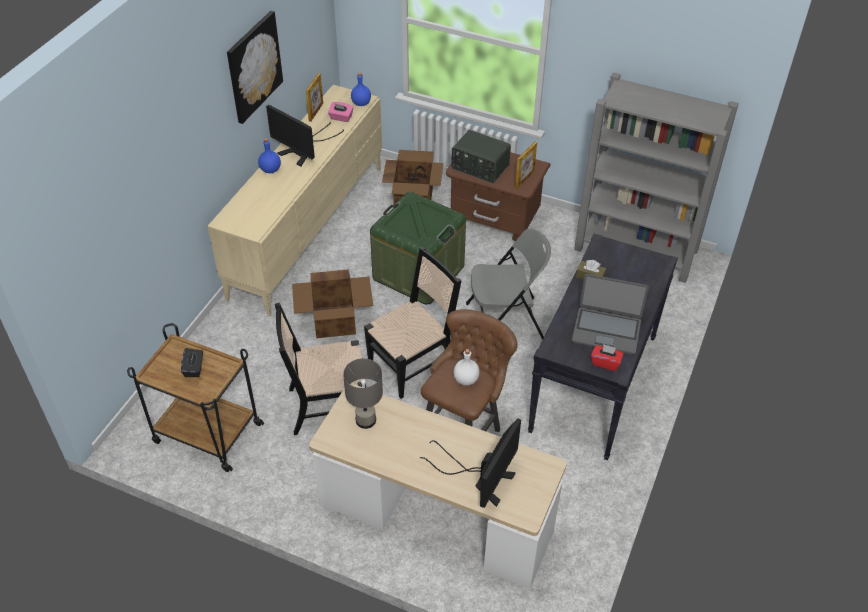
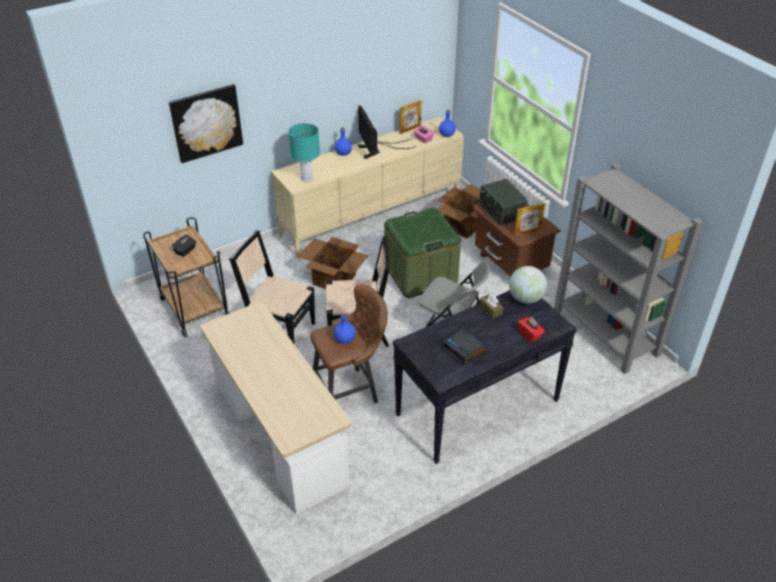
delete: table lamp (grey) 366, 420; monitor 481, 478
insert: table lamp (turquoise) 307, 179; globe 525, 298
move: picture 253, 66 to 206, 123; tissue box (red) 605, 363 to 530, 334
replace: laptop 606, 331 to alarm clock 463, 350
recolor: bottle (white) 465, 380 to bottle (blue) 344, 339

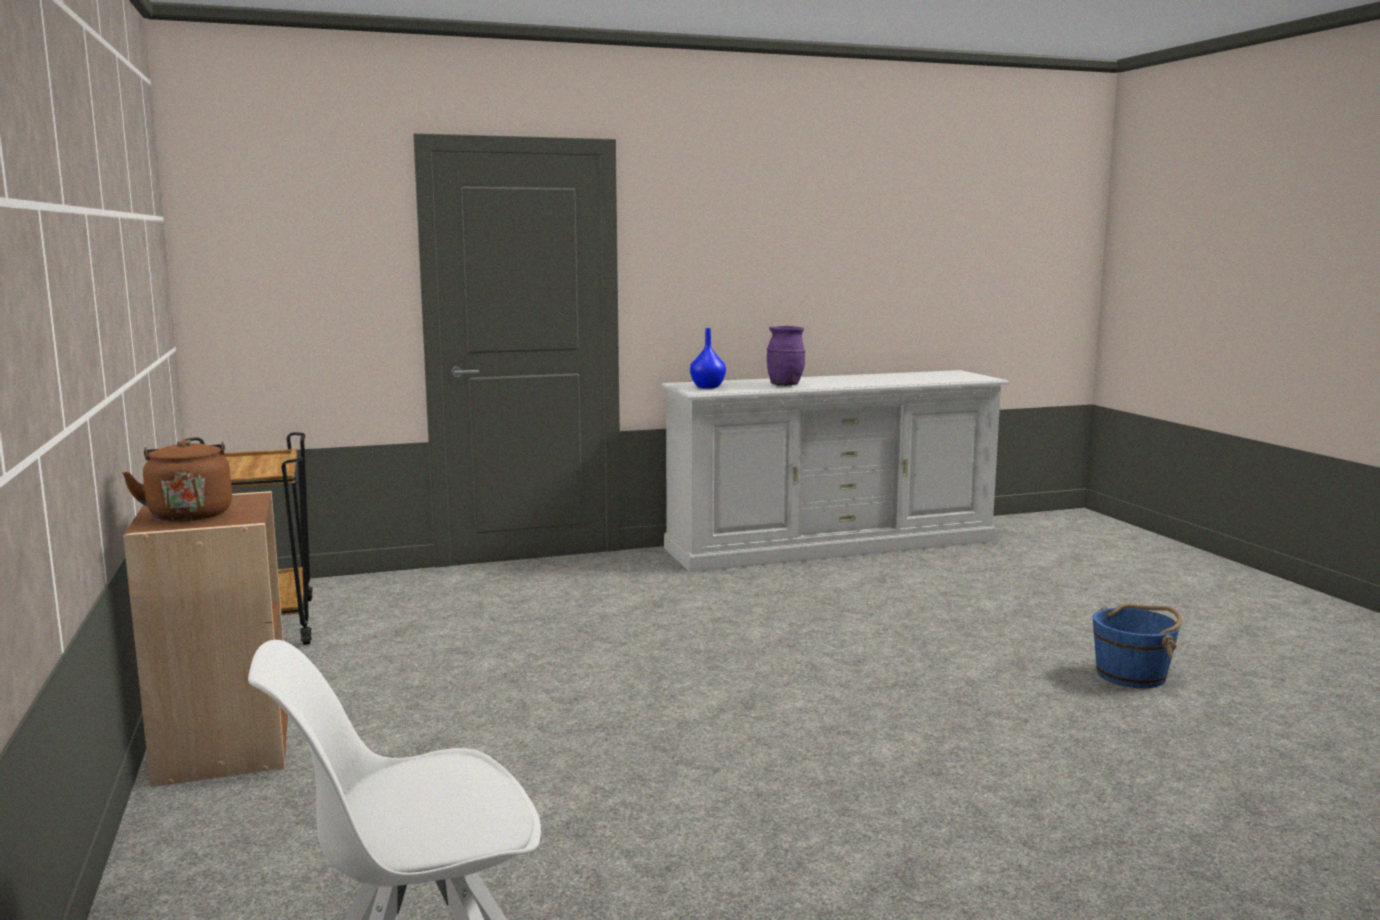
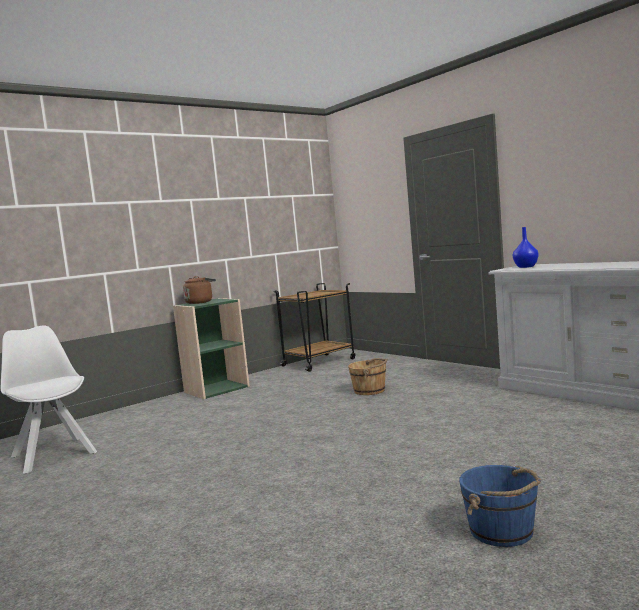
delete: vase (purple) 785, 385
insert: bucket (brown) 370, 390
recolor: bookcase (brown) 222, 744 to bookcase (green) 217, 389

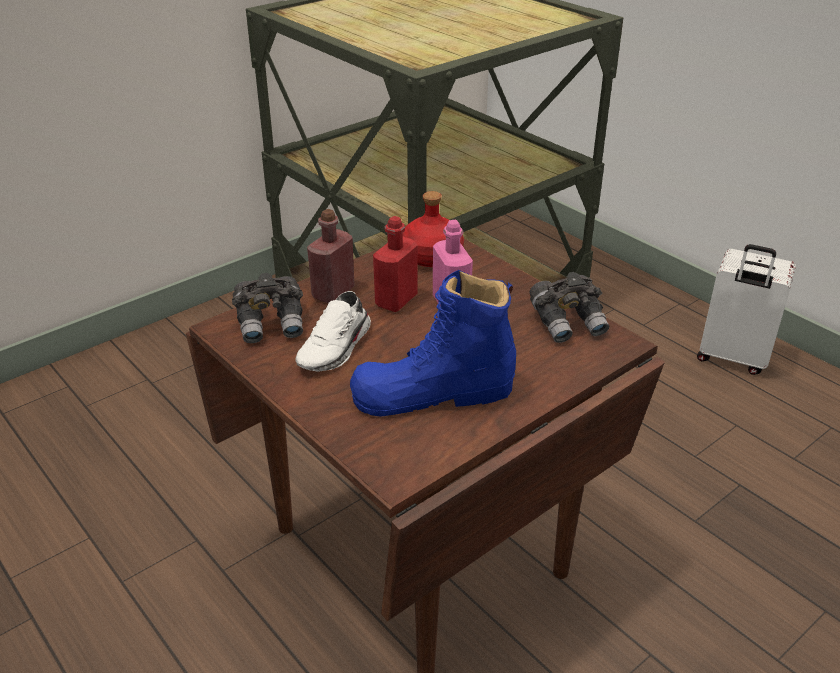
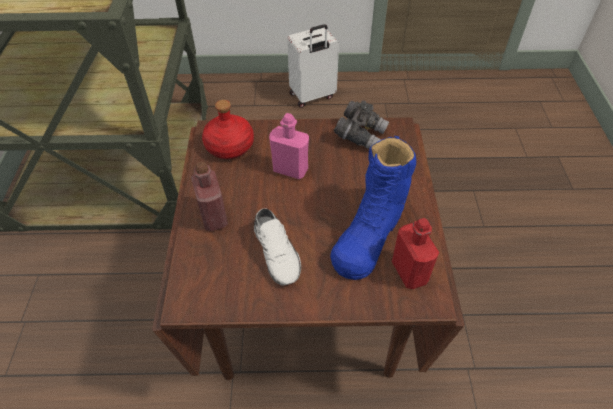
delete: binoculars (grey) 271, 324
move: bottle (red) 396, 300 to 409, 272

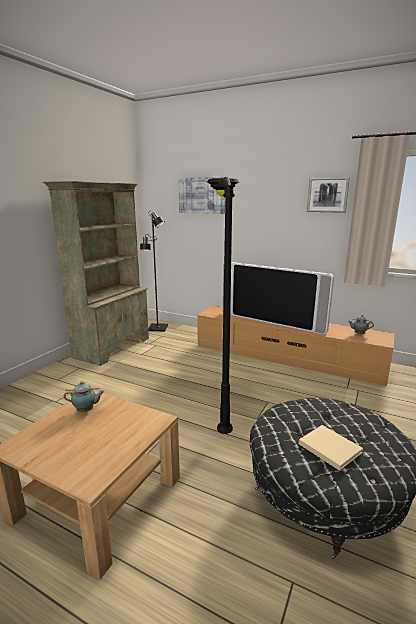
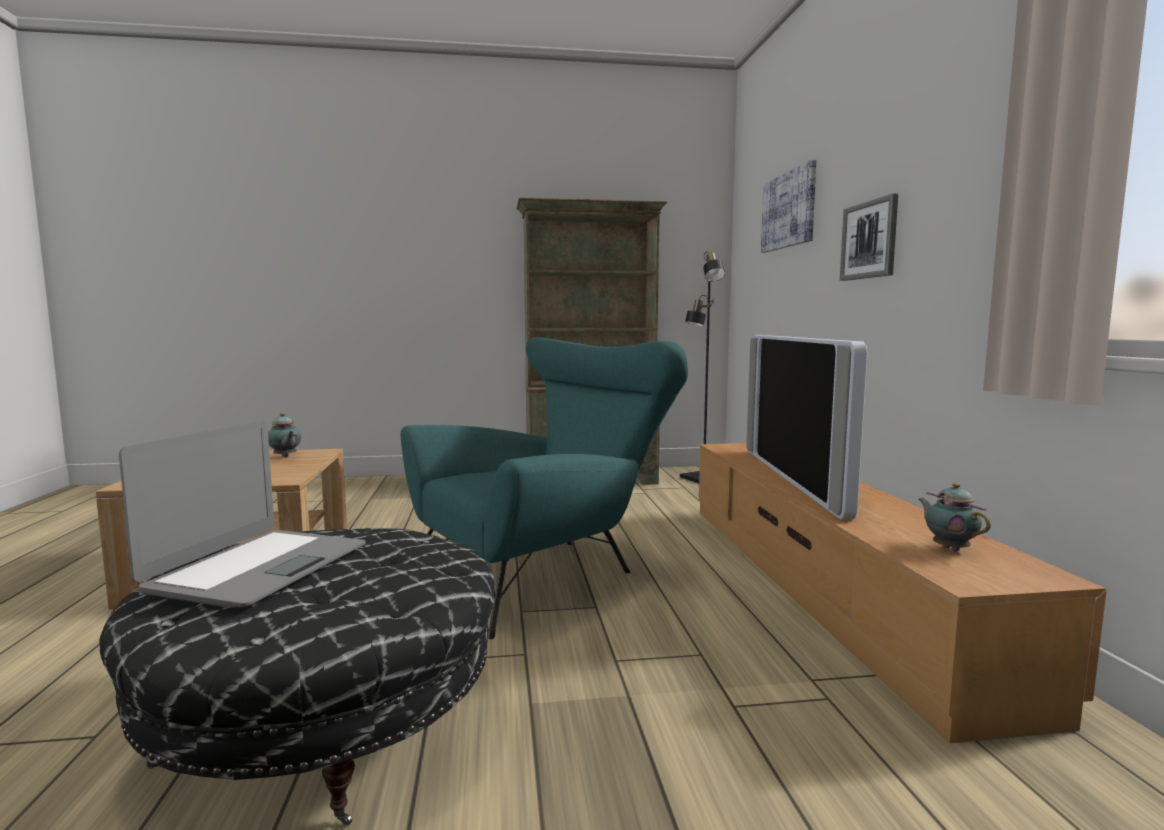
move: picture 327, 195 to 869, 240
replace: book (beige) 328, 447 to laptop 258, 568; floor lamp (black) 221, 401 to armchair (turquoise) 540, 573

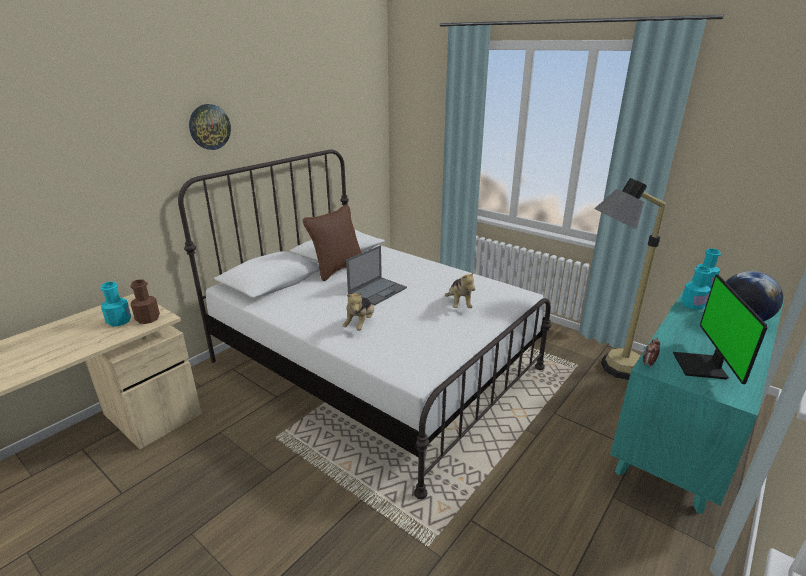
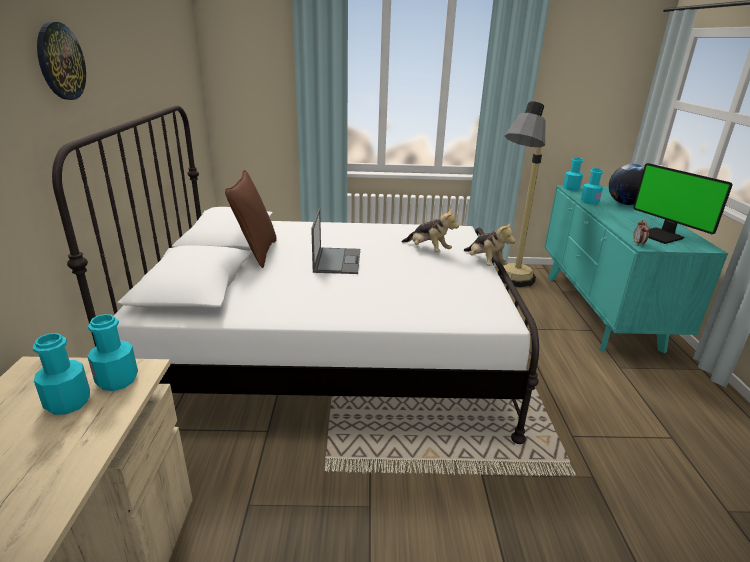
move: plush toy 360, 324 to 485, 263
recolor: bottle (brown) 148, 319 to bottle (turquoise) 117, 380

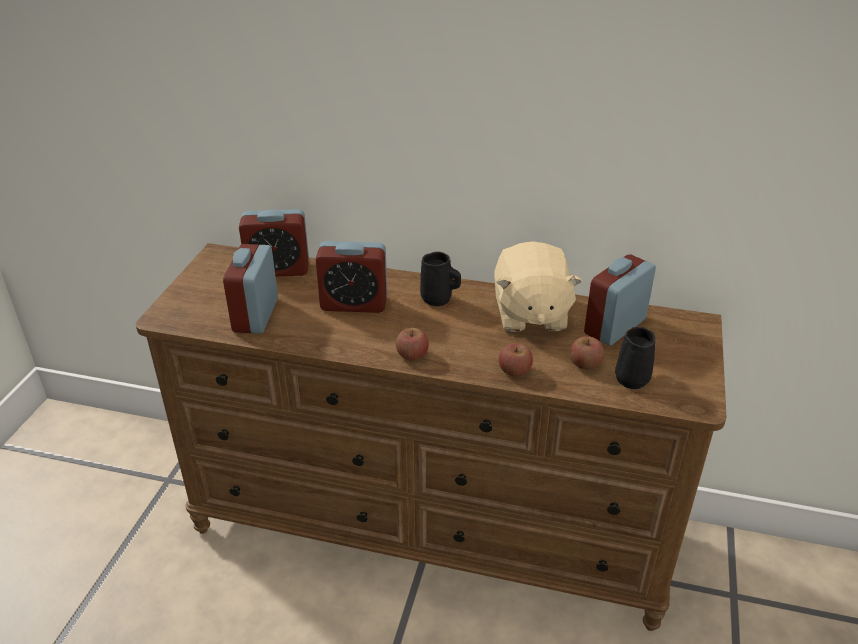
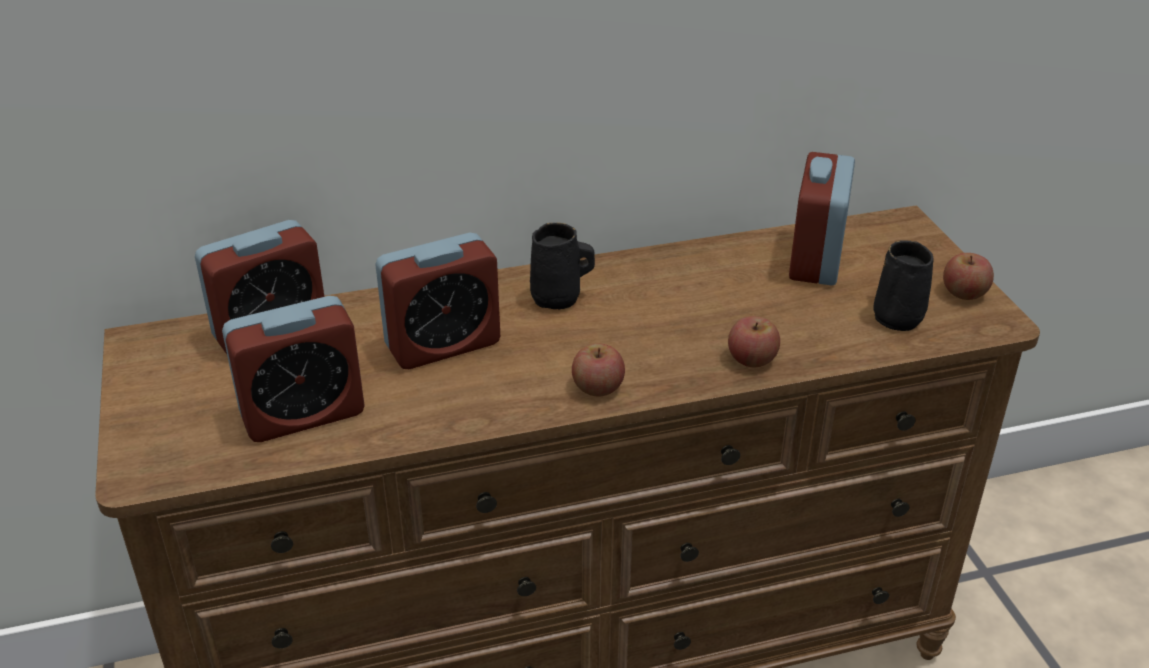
delete: plush toy (beige) 530, 314
move: apple 585, 364 to 964, 293
rotate: alarm clock 256, 315 = 303, 414 90 degrees counterclockwise

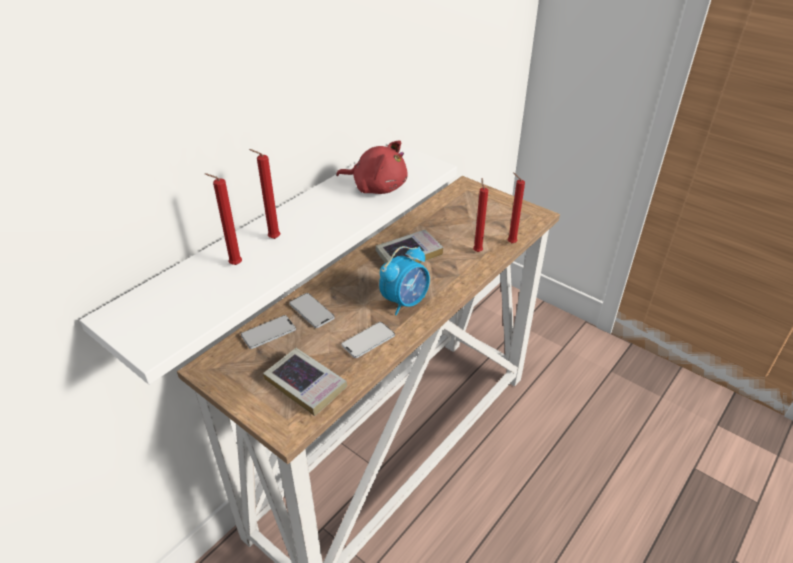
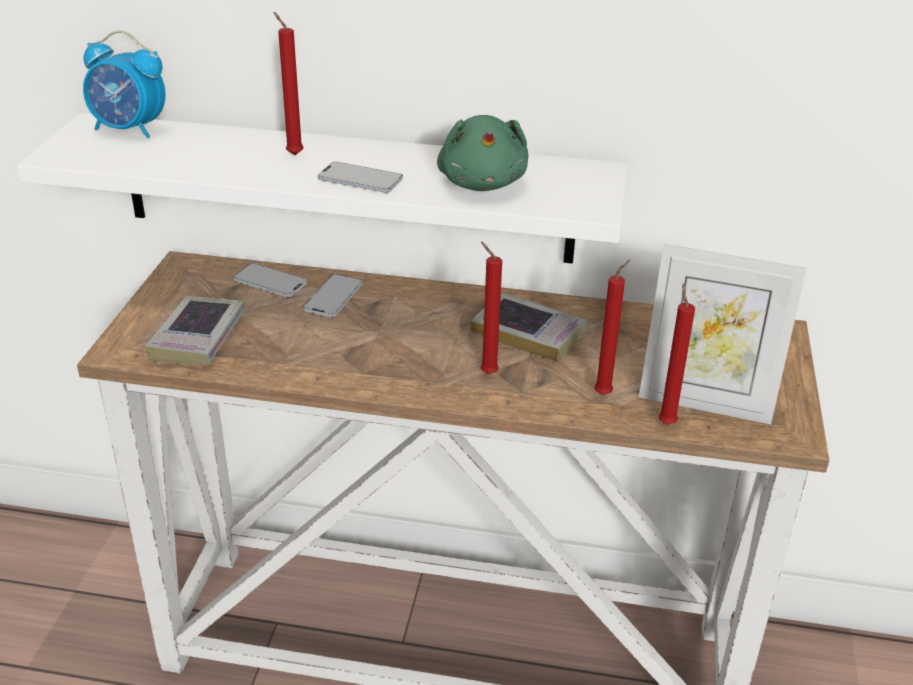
insert: picture frame 705, 402
move: alarm clock 405, 302 to 130, 130; phone 368, 340 to 360, 179; candle (red) 233, 265 to 486, 372
recolor: plush toy (red) 377, 187 to plush toy (green) 482, 182

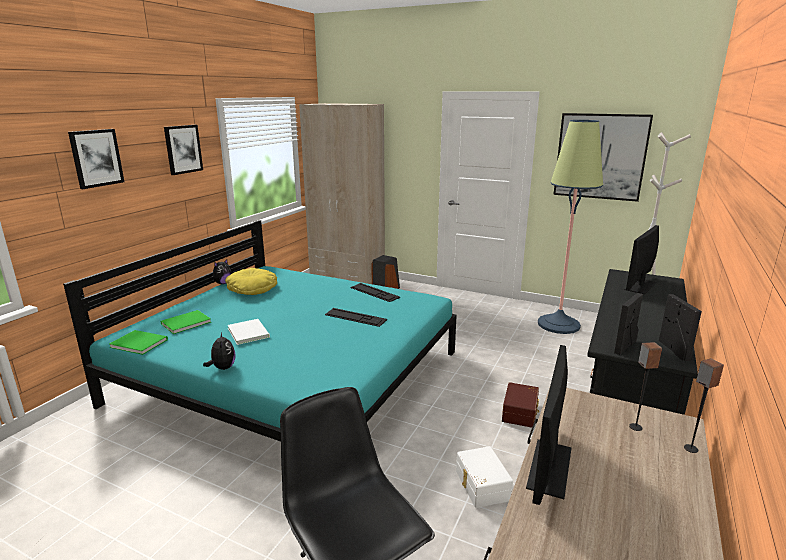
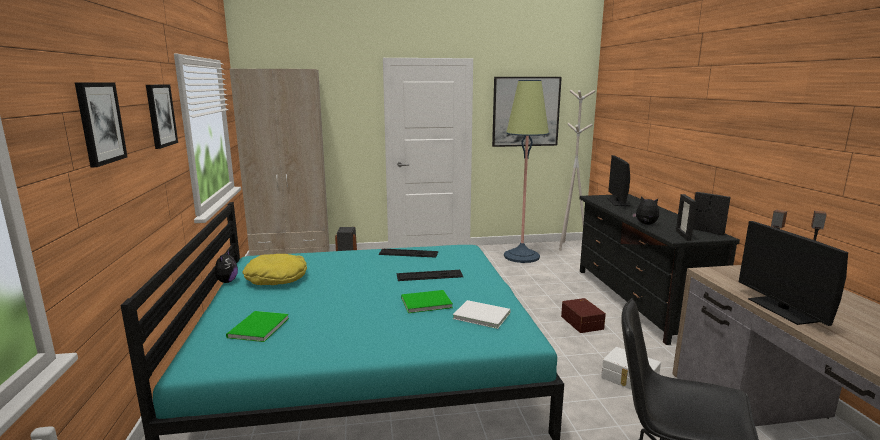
move: book (green) 139, 342 to 424, 302; book (white) 249, 332 to 480, 315; plush toy 222, 368 to 645, 224

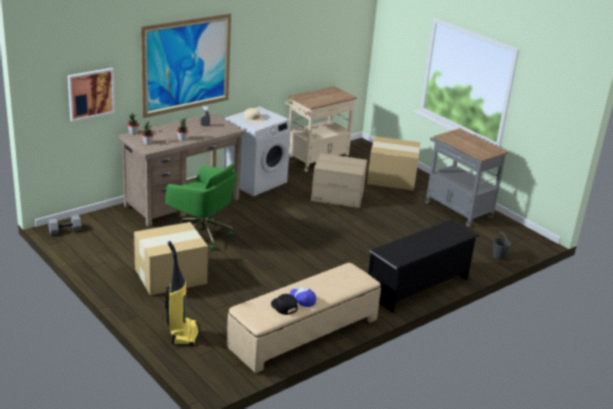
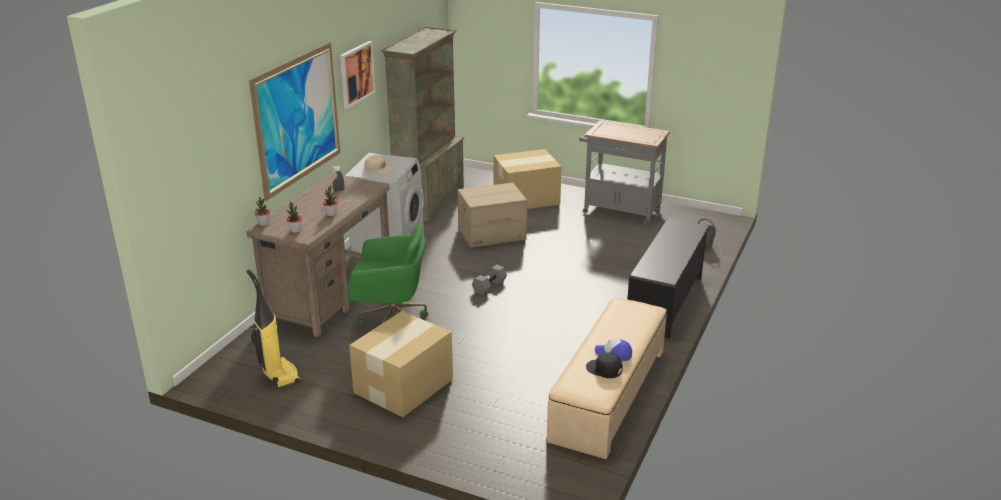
move: vacuum cleaner 182, 333 to 278, 375; picture 91, 94 to 356, 74; dumbbell (grey) 65, 230 to 489, 286
replace: cart (beige) 315, 160 to bookcase (green) 429, 202

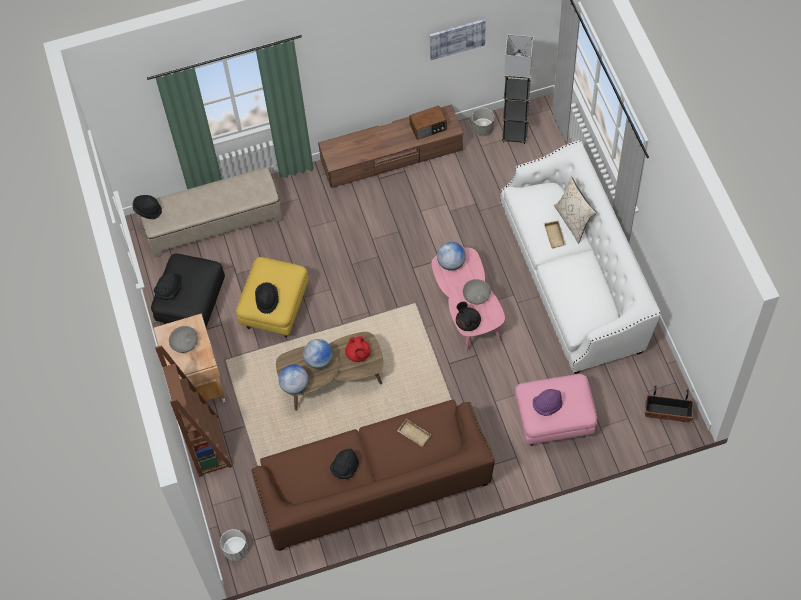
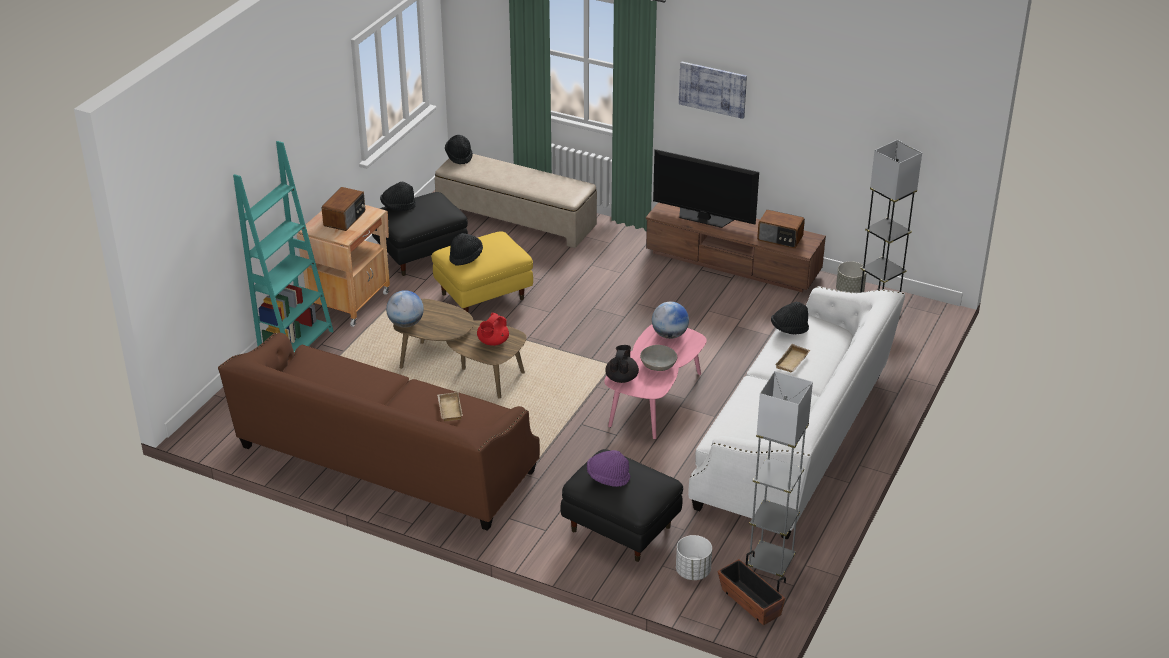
delete: globe 319, 360; pillow (beige) 573, 221
insert: television 704, 218; floor lamp (grey) 770, 563
move: planter (white) 236, 549 to 693, 571; picture 457, 38 to 713, 89; hat (black) 345, 468 to 789, 329
replace: bowl (grey) 184, 343 to radio 345, 218
recolor: bookcase (brown) 208, 446 to bookcase (turquoise) 296, 344; ottoman (pink) 554, 421 to ottoman (black) 622, 530

